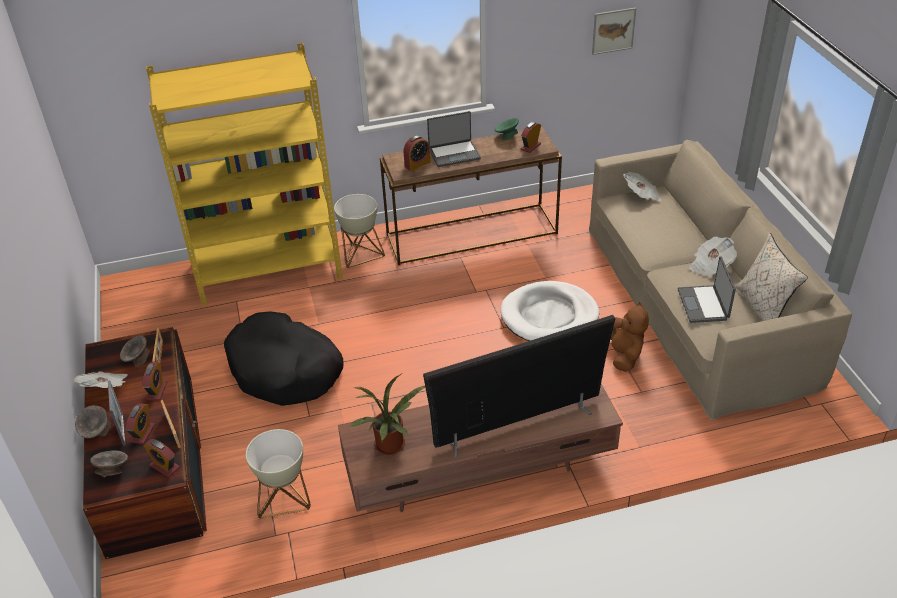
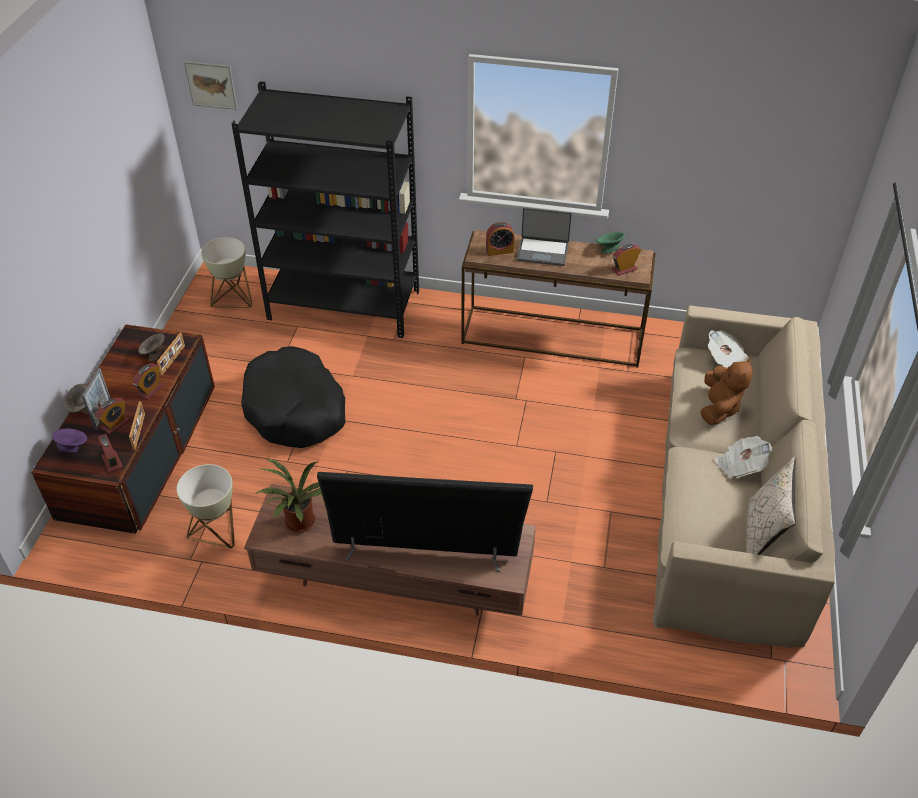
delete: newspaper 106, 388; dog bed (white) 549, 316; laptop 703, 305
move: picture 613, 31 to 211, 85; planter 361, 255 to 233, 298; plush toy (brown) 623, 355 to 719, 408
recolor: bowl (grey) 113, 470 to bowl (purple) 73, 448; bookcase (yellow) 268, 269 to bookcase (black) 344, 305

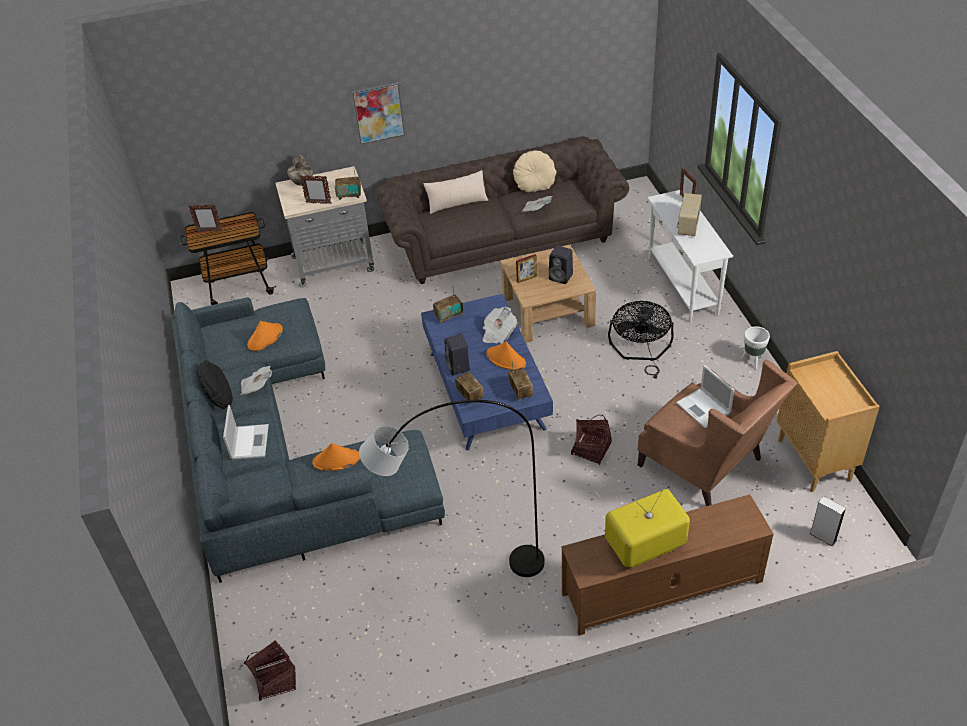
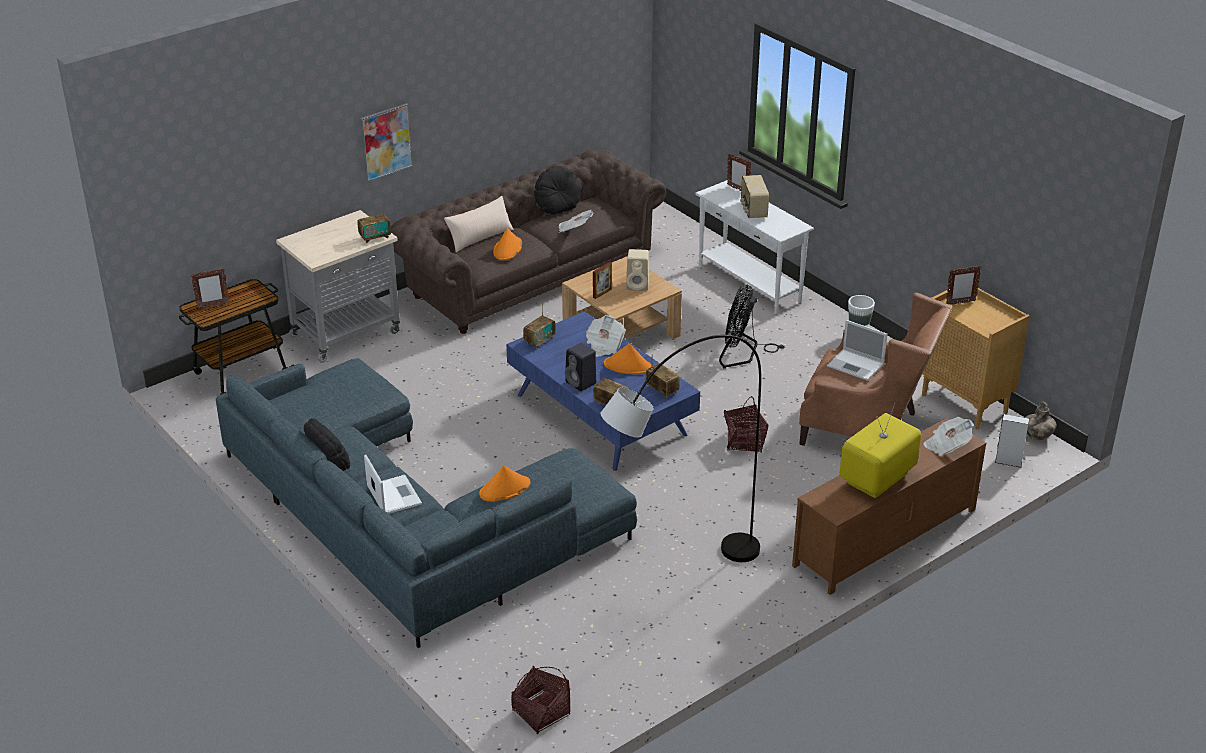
move: hat (orange) 265, 338 to 507, 249; newspaper 257, 387 to 947, 446; picture frame 318, 203 to 960, 303; vase 302, 182 to 1037, 436
recolor: pillow (beige) 535, 187 to pillow (black) 558, 209; speaker (black) 561, 277 to speaker (beige) 638, 285
rotate: fan (black) 642, 353 = 744, 350 60 degrees counterclockwise

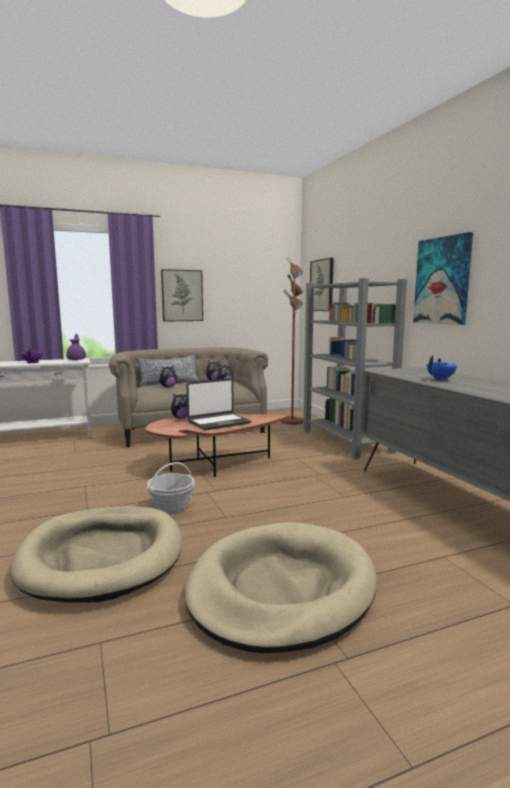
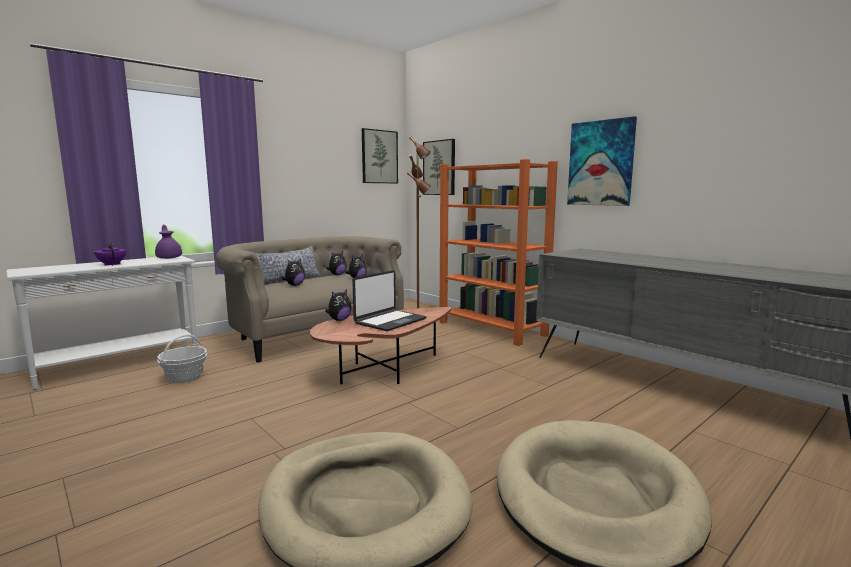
delete: teapot (blue) 441, 379
move: basket 171, 507 to 185, 377; picture 182, 295 to 379, 157
recolor: bookcase (grey) 346, 441 to bookcase (orange) 491, 328

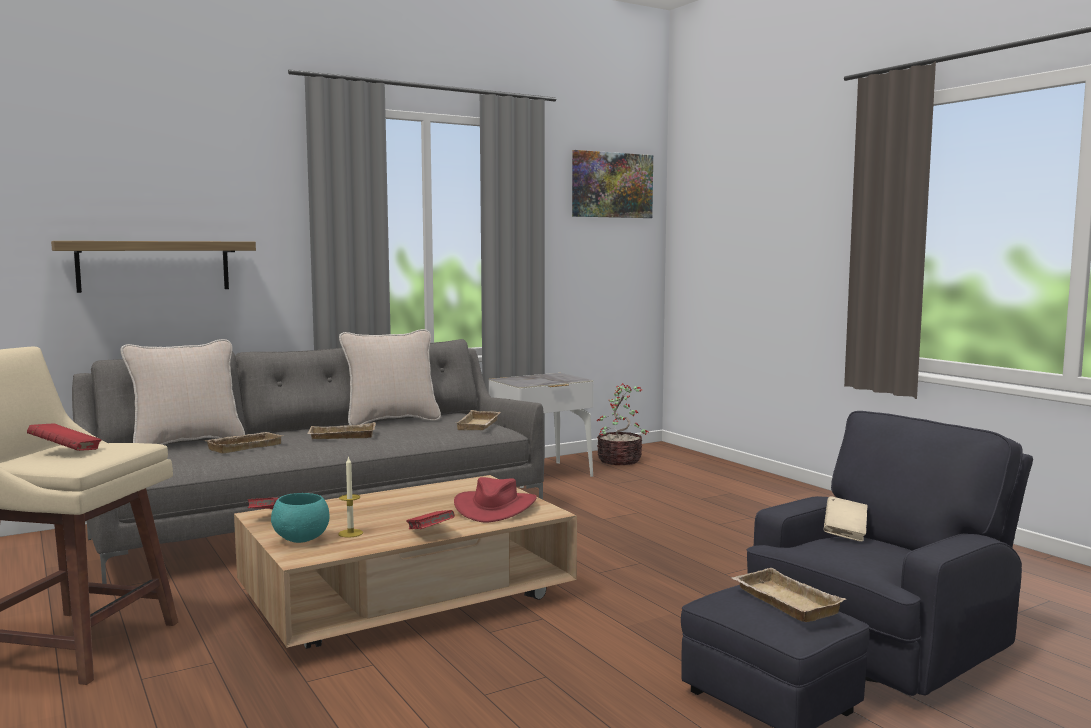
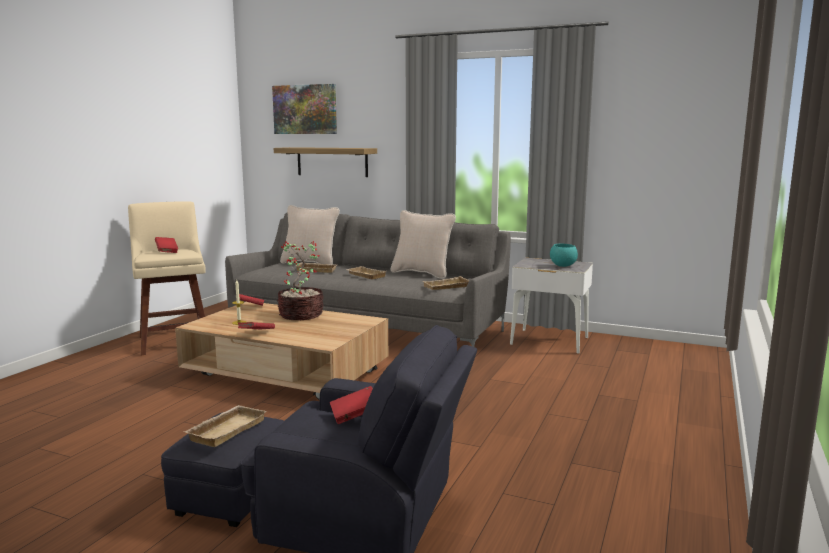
delete: hat (red) 495, 507
move: picture 611, 185 to 305, 109; potted plant 620, 460 to 300, 315; bowl (turquoise) 300, 540 to 562, 266
recolor: book (beige) 845, 532 to book (red) 354, 416

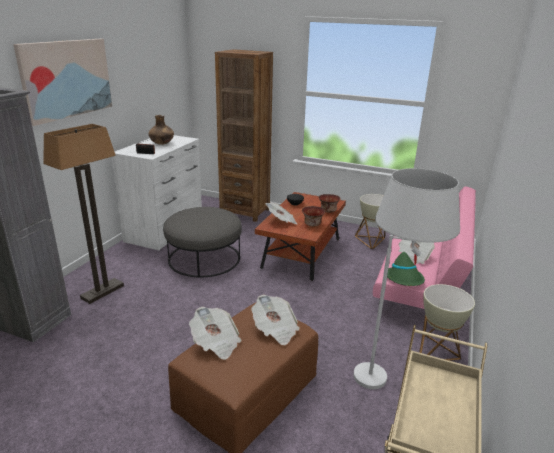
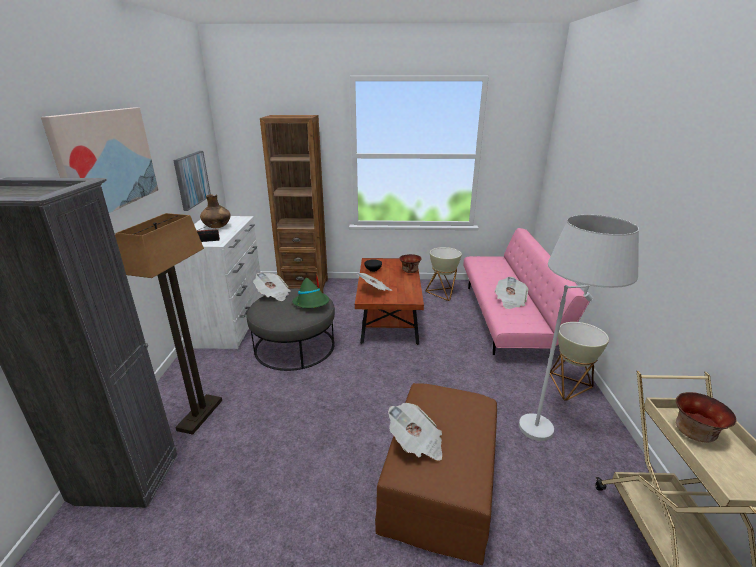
insert: picture 191, 179
move: newspaper 275, 330 to 273, 295; hat (green) 404, 279 to 311, 303; bowl 312, 224 to 694, 432

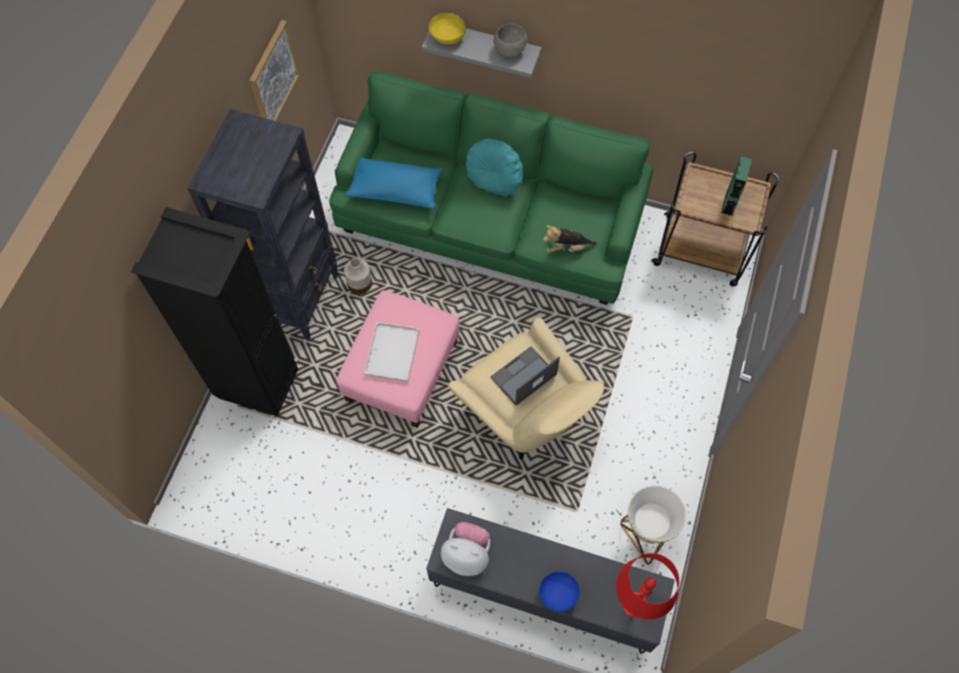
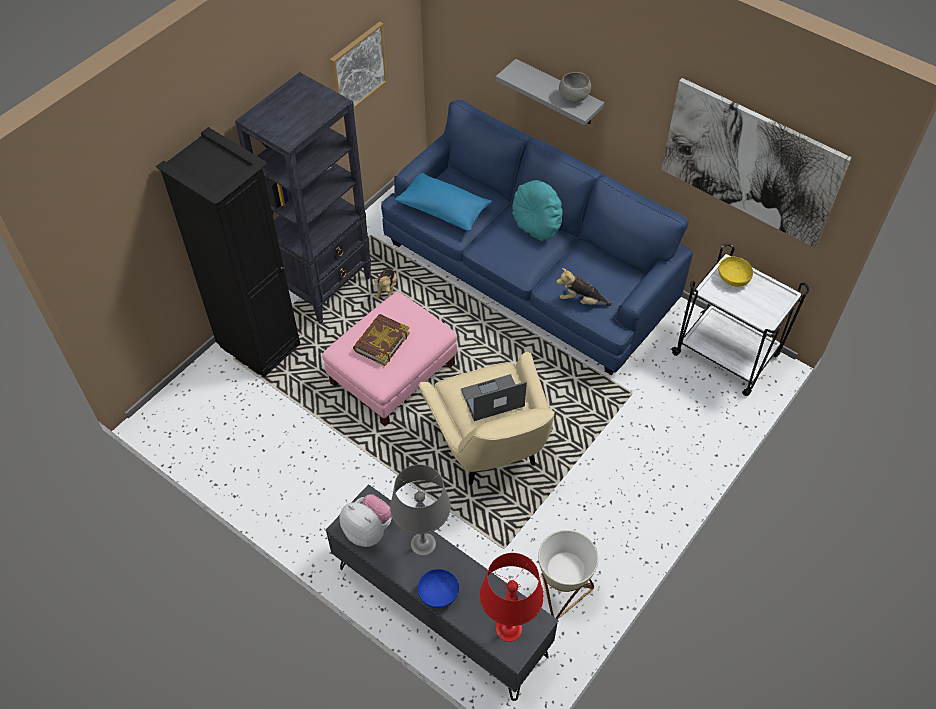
delete: speaker (green) 729, 203
insert: table lamp (grey) 423, 544; picture 750, 162
move: bowl (yellow) 447, 37 to 732, 278
replace: tray (white) 391, 351 to book 381, 342; vase (beige) 359, 283 to plush toy 387, 290
recolor: sofa (green) 490, 223 to sofa (blue) 529, 273; cart (brown) 702, 251 to cart (white) 726, 355

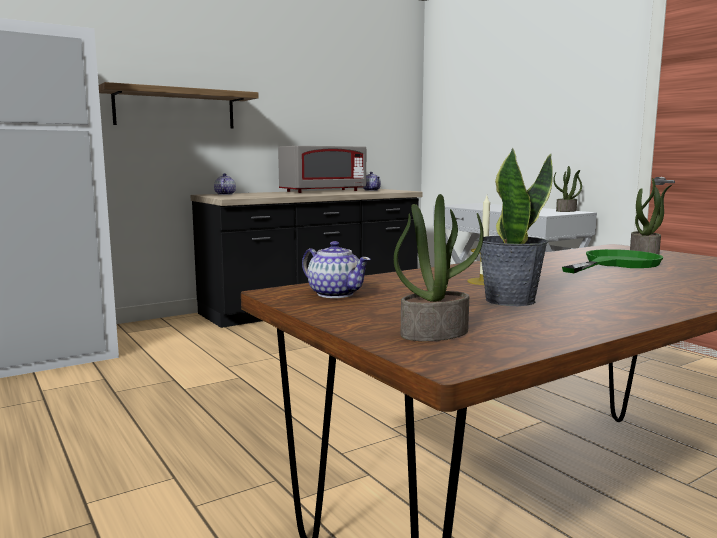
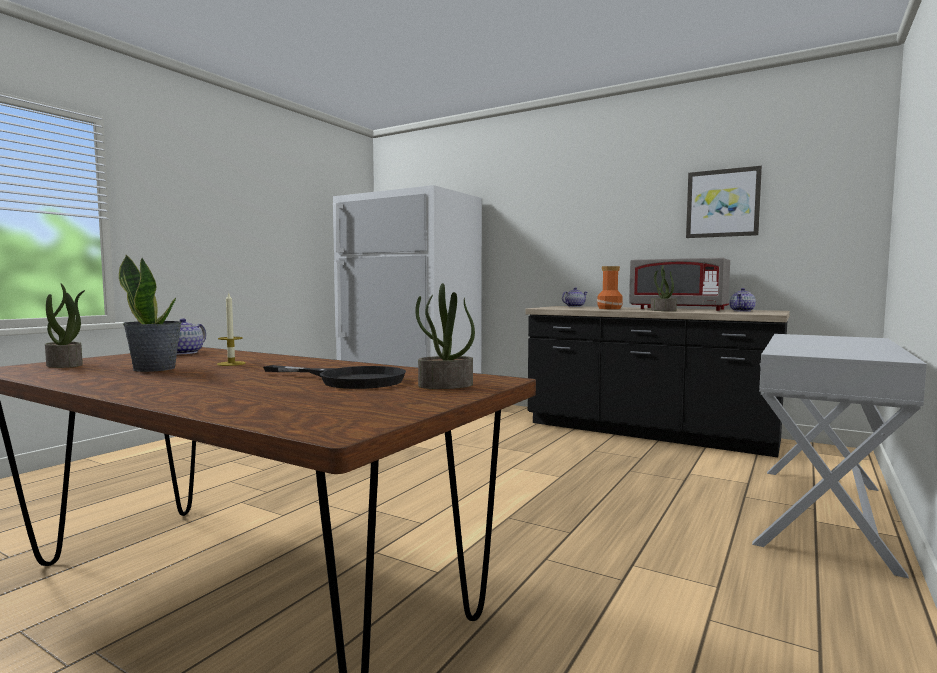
delete: shelf 175, 109
insert: vase 609, 308; picture 722, 203
move: potted plant 566, 211 to 662, 310
recolor: frying pan (green) 615, 264 to frying pan (black) 349, 380

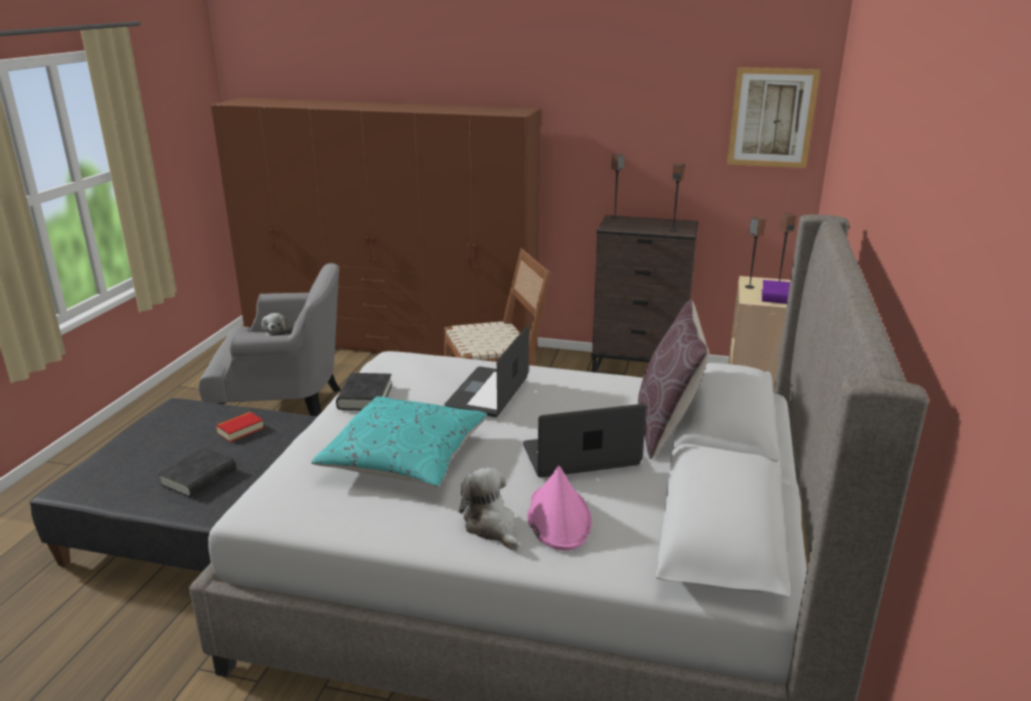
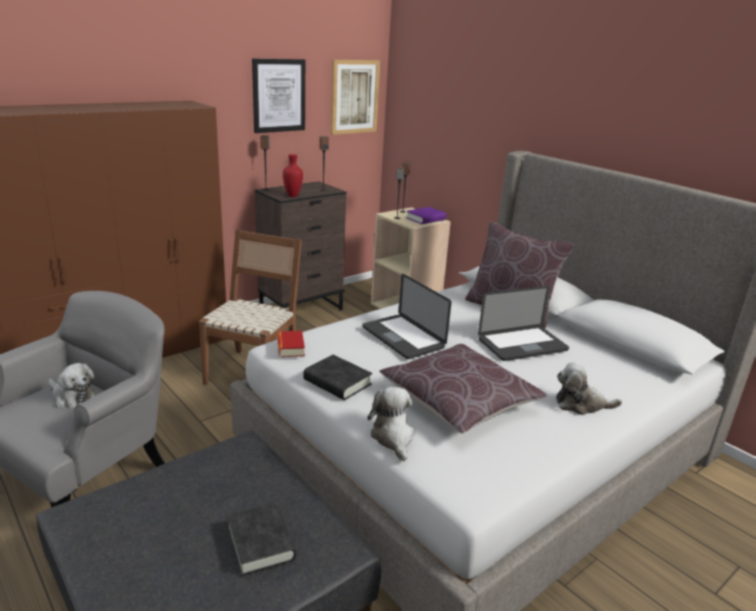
delete: hat (pink) 558, 517
insert: picture 279, 95; vase (red) 293, 196; plush toy 393, 437
move: book 240, 430 to 290, 348
recolor: pillow (turquoise) 405, 458 to pillow (brown) 458, 401
rotate: laptop 581, 456 = 522, 345 135 degrees counterclockwise

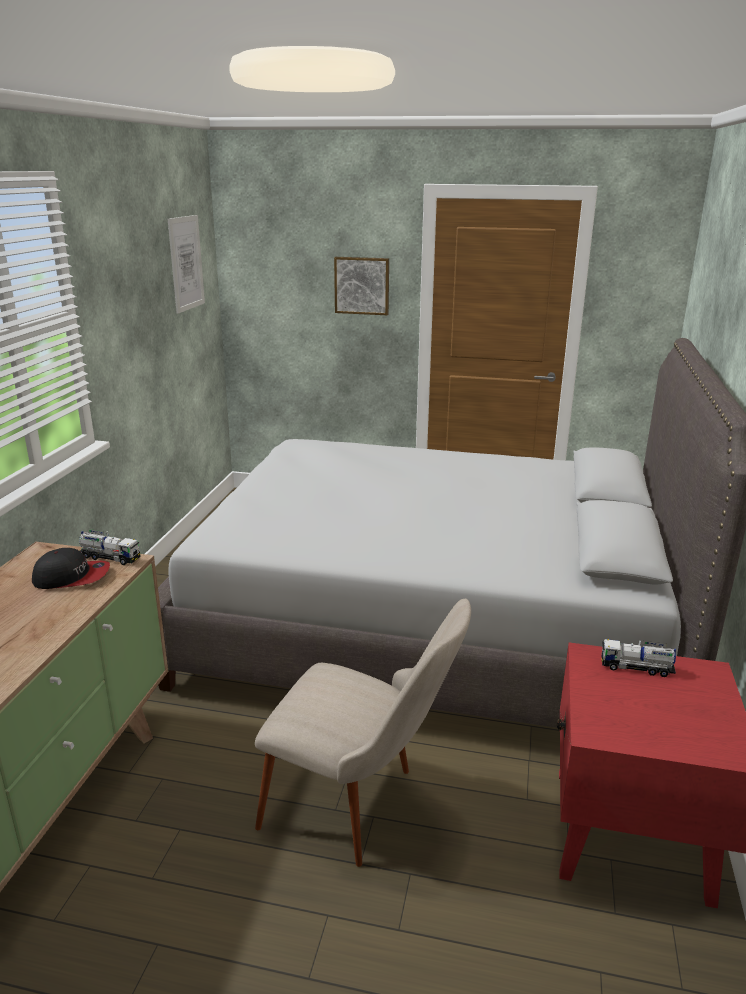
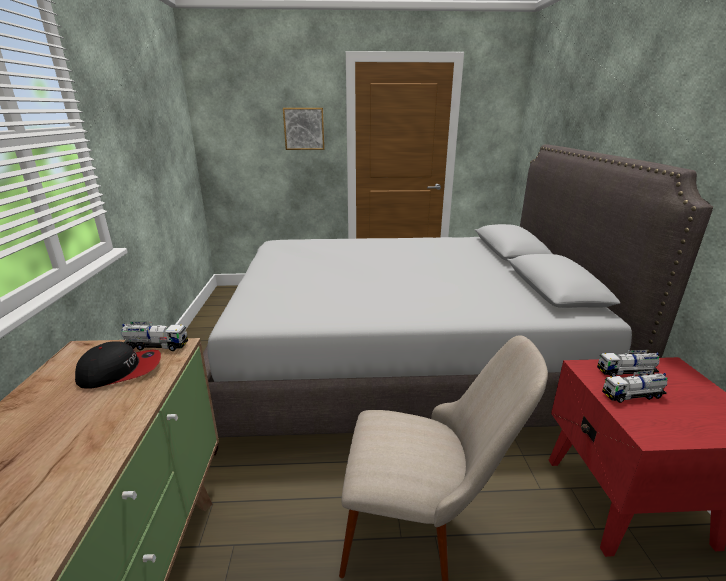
delete: picture 186, 263
insert: toy truck 632, 395

